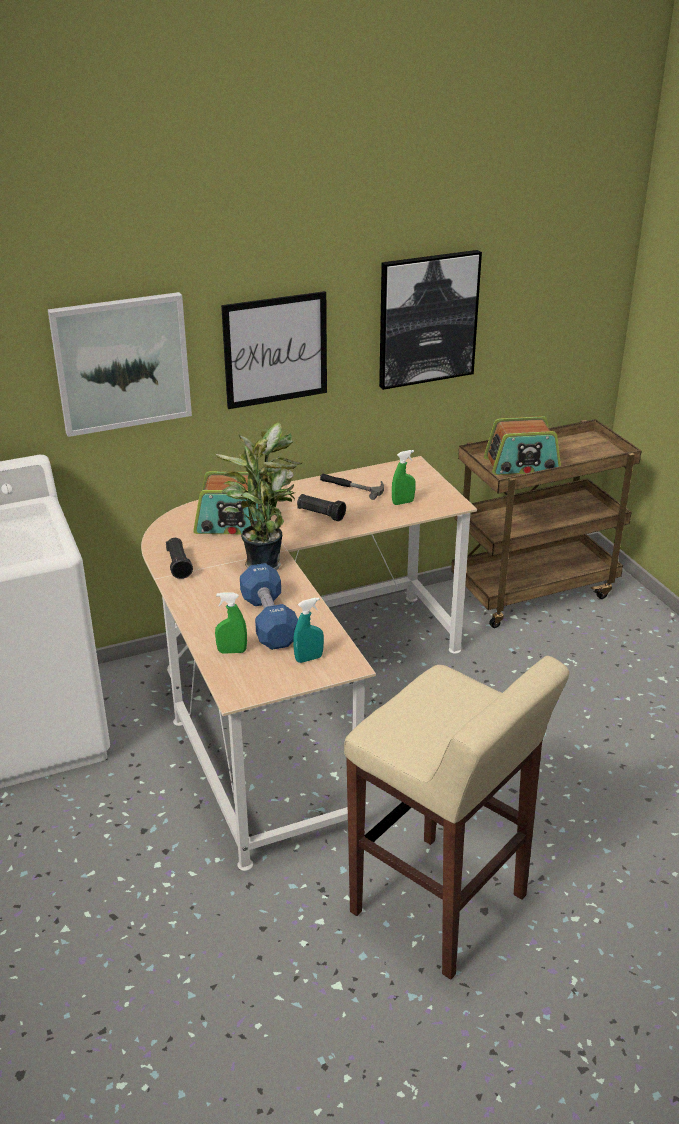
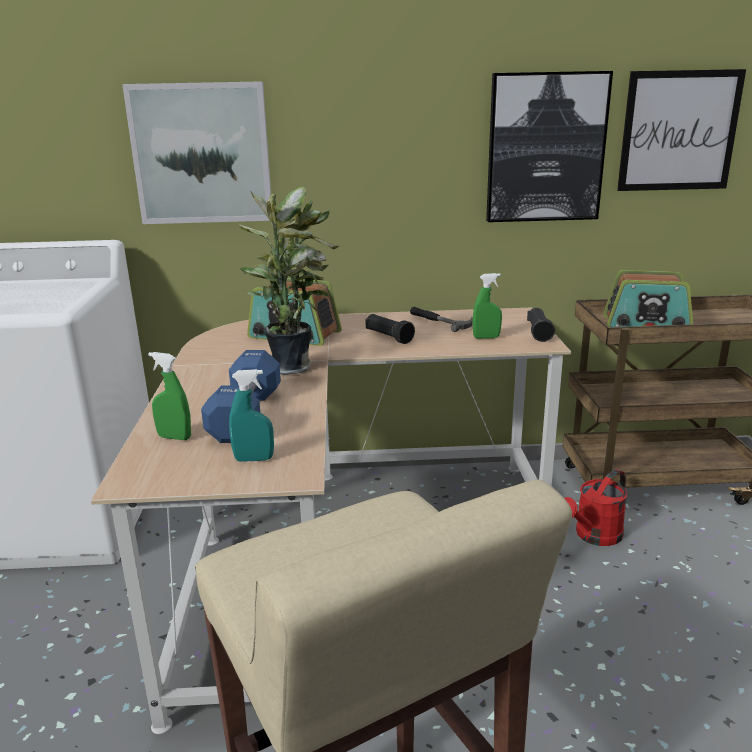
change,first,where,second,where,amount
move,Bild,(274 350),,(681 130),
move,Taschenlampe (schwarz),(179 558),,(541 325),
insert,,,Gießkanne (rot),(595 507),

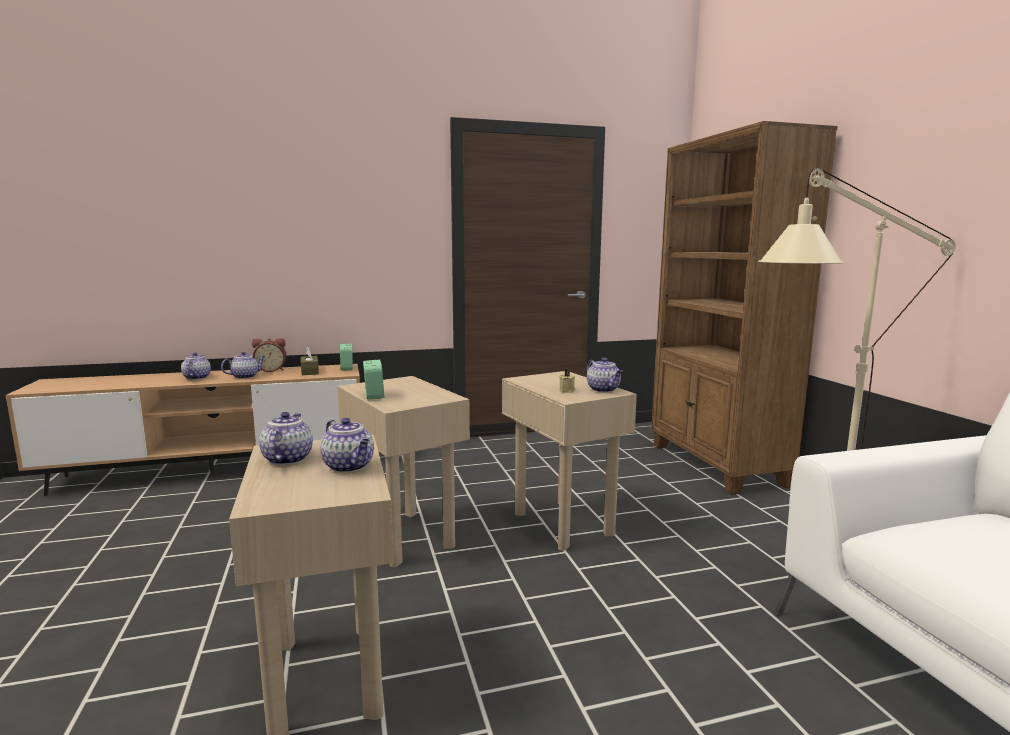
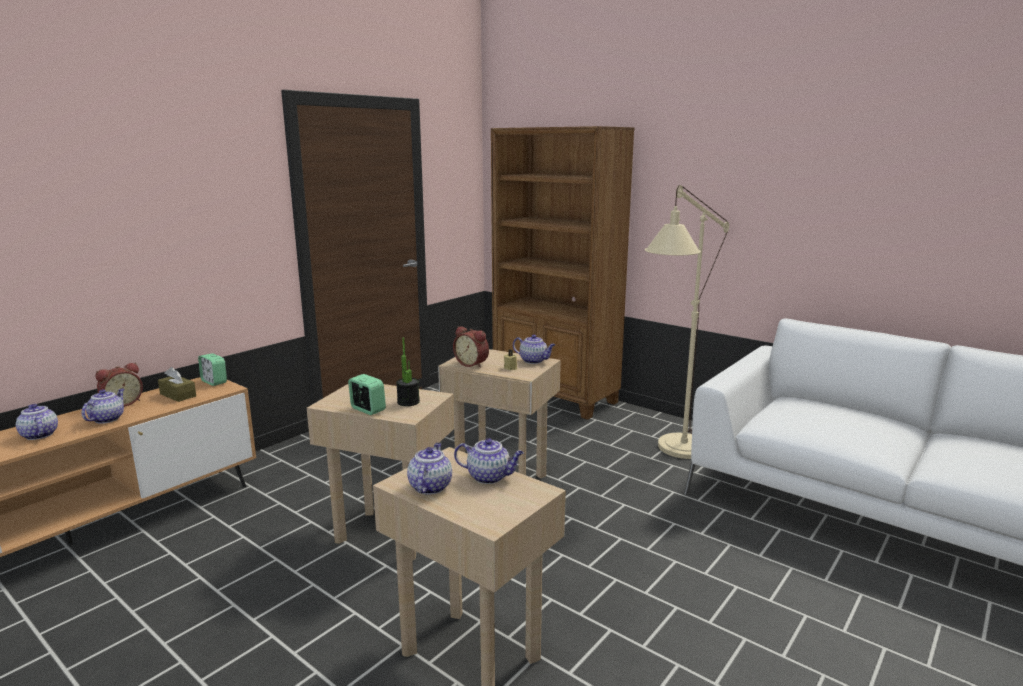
change,first,where,second,where,amount
rotate,Teekanne,(286 438),,(429 468),45 degrees clockwise
insert,,,Wecker,(471 347),
insert,,,Topfpflanze,(408 371),

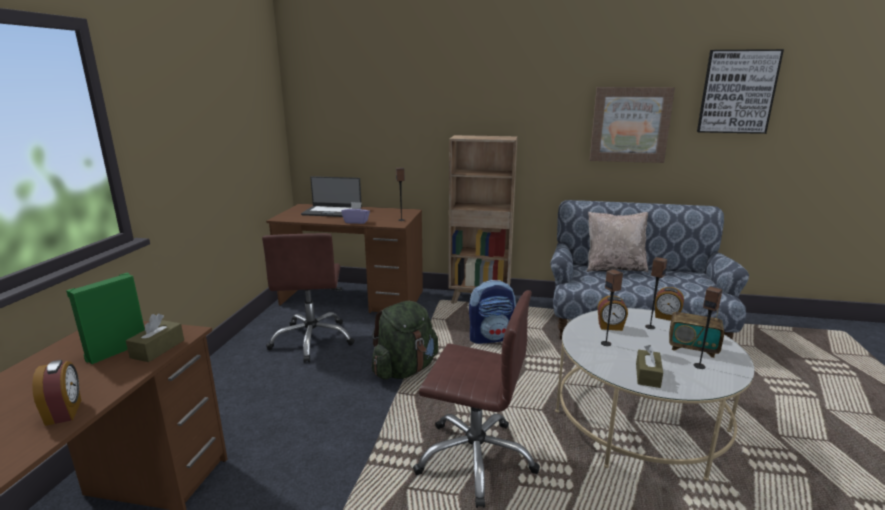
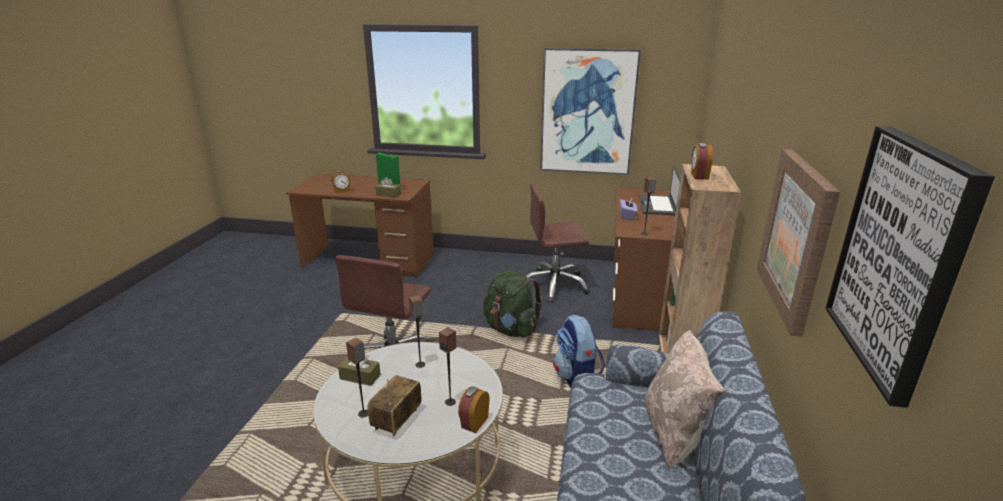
change,first,where,second,where,amount
move,Wecker,(612 313),,(702 161),
insert,,,Bild,(590 111),

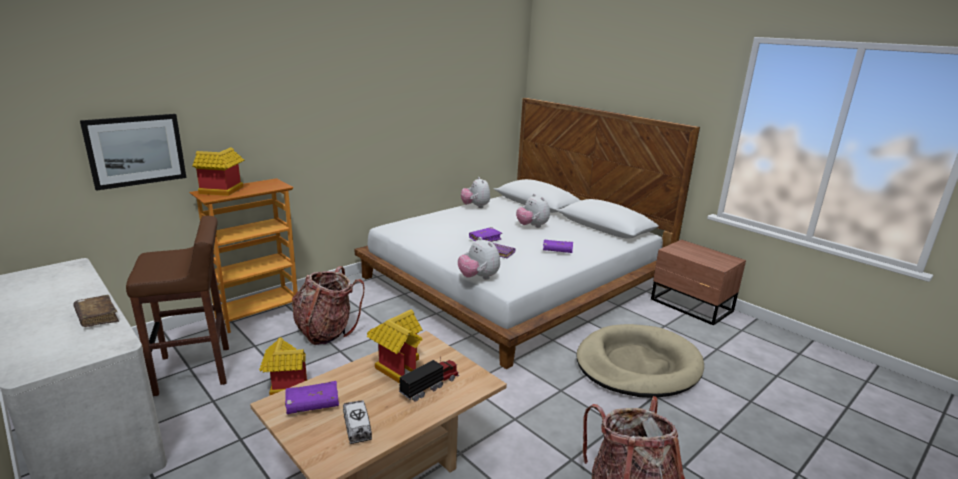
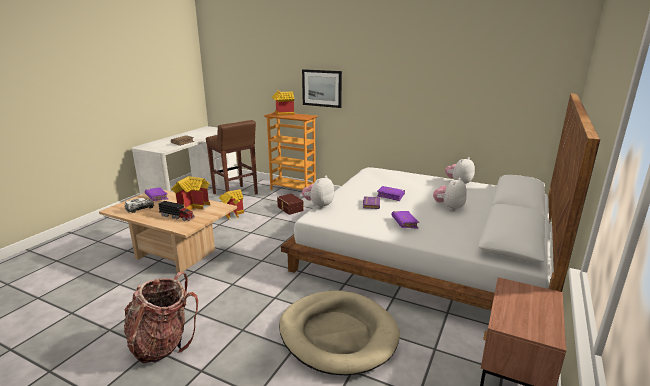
change,first,where,second,where,amount
move,Bild,(133 152),,(322 88),
replace,Rucksack,(328 305),Aufbewahrungsbox (braun),(290 204),

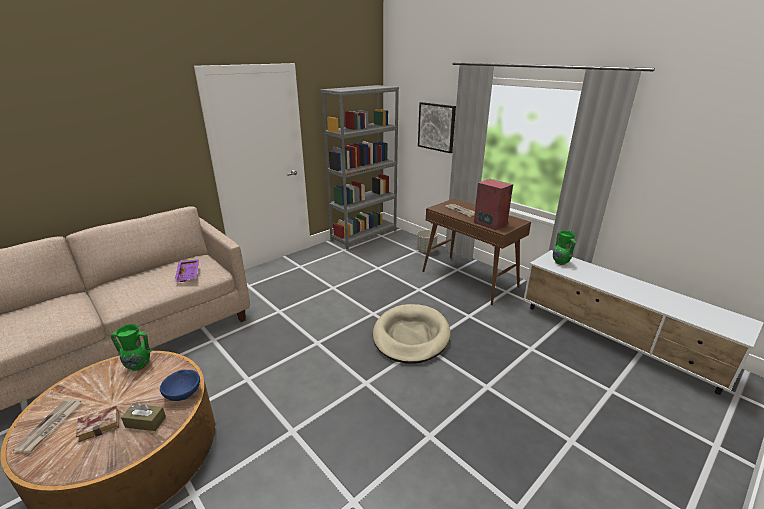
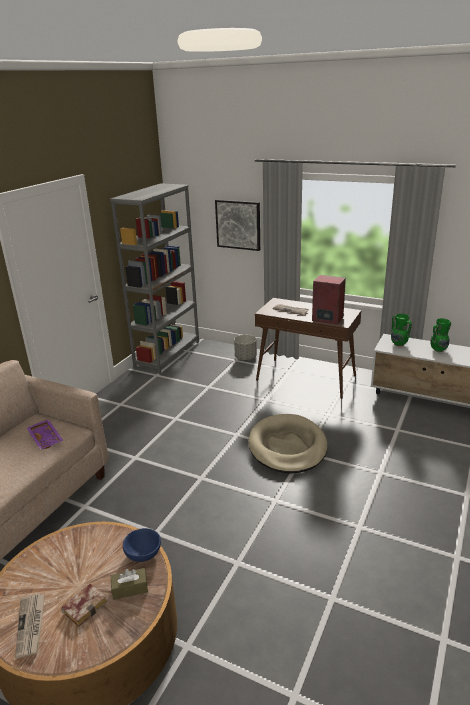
change,first,where,second,where,amount
move,Vase (grün),(131 347),,(440 335),

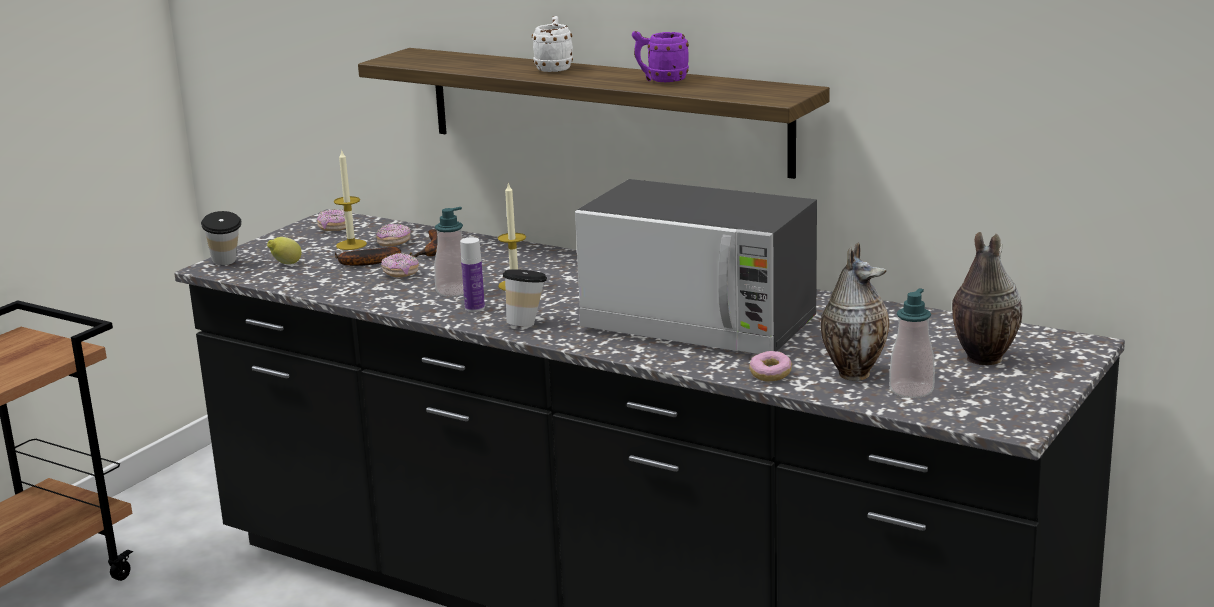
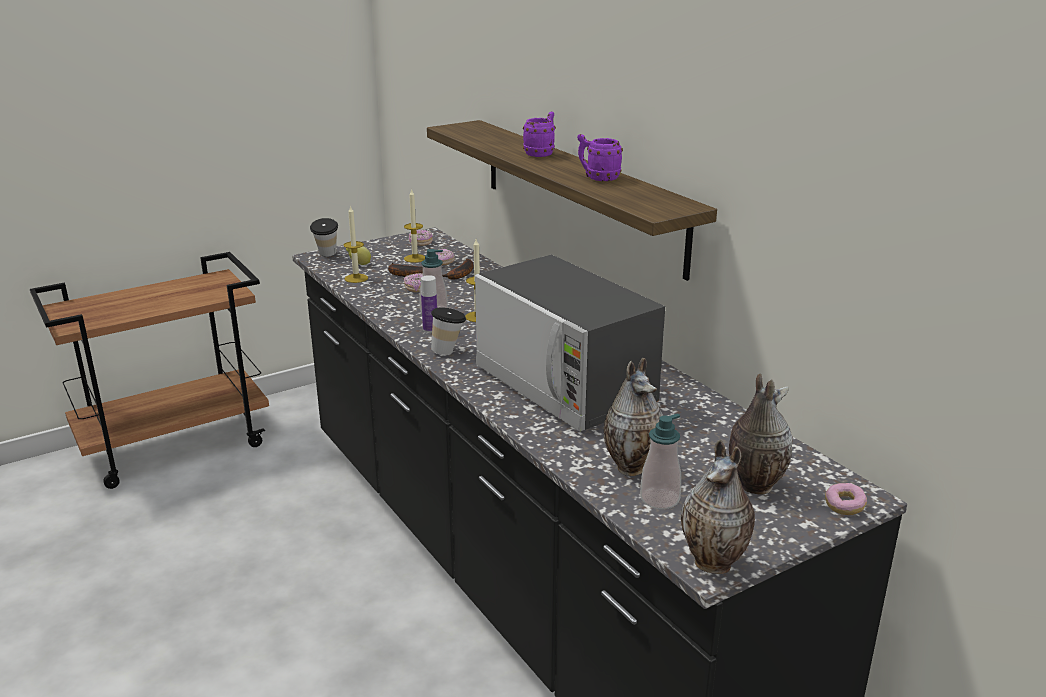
change,first,where,second,where,amount
recolor,Henkelbecher (weiß),(552 44),Henkelbecher (lila),(539 134),
move,Donut,(770 366),,(846 499),
insert,,,Kerze,(355 244),
insert,,,Vase,(718 507),

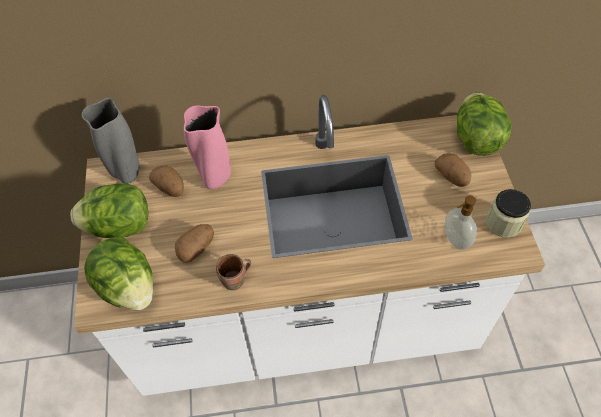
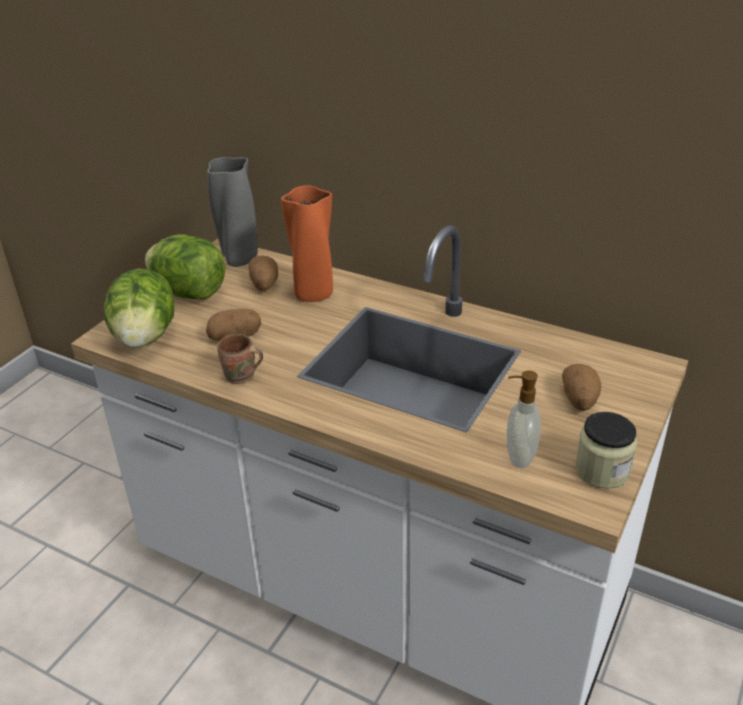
change,first,where,second,where,amount
delete,Salatkopf,(484 124),,,
recolor,Vase (rosa),(207 147),Vase (orange),(307 243),

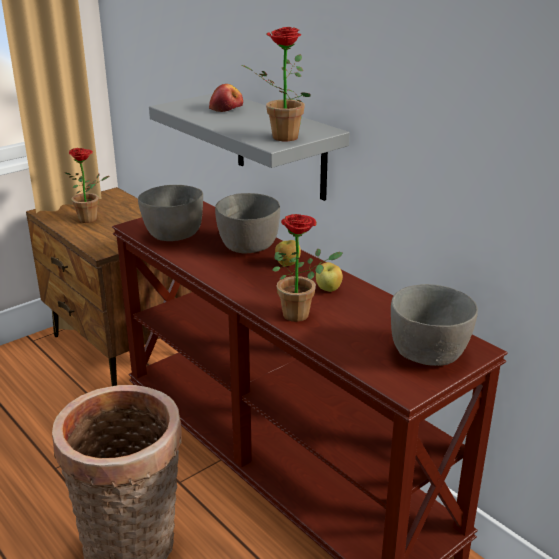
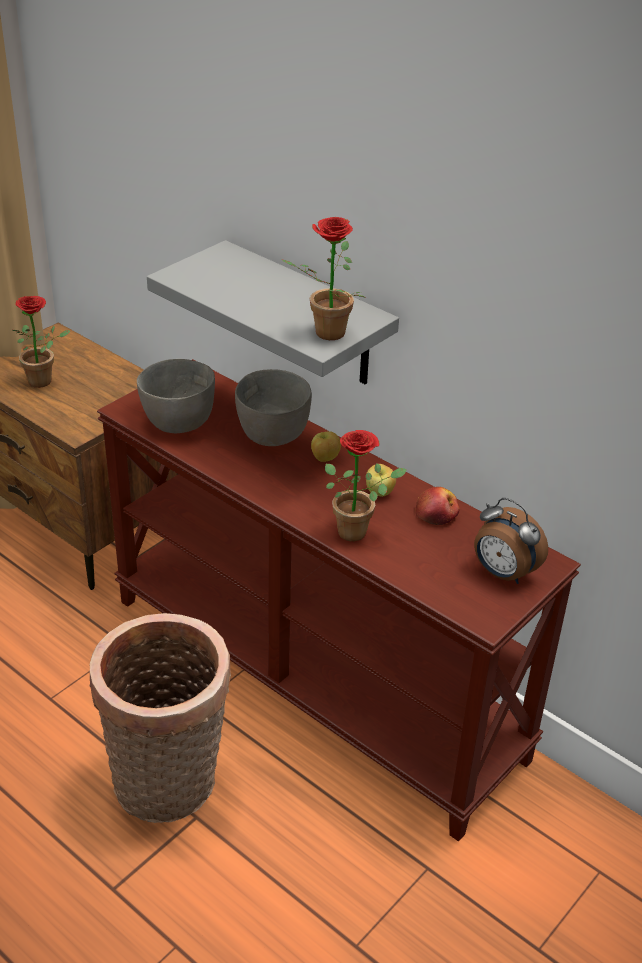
change,first,where,second,where,amount
move,Apfel,(226 98),,(437 506),
replace,Schüssel (grau),(434 325),Wecker,(511 541),

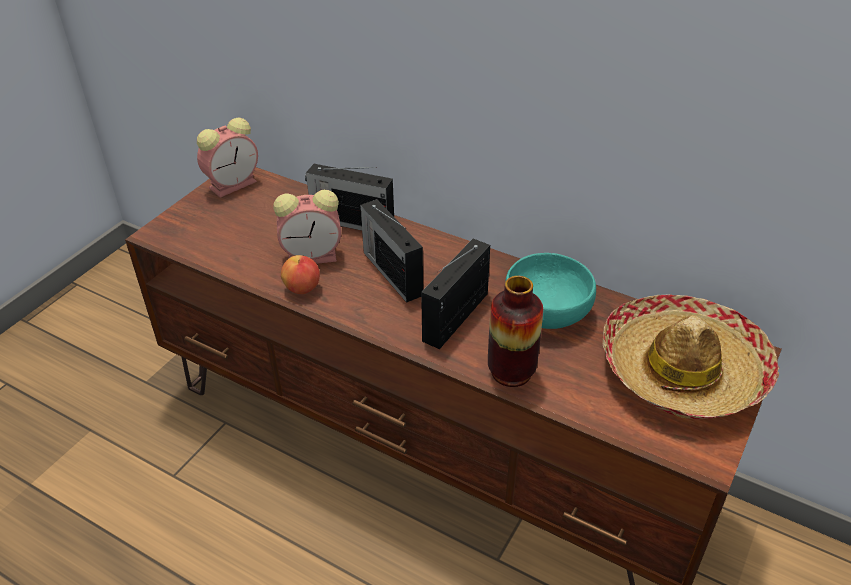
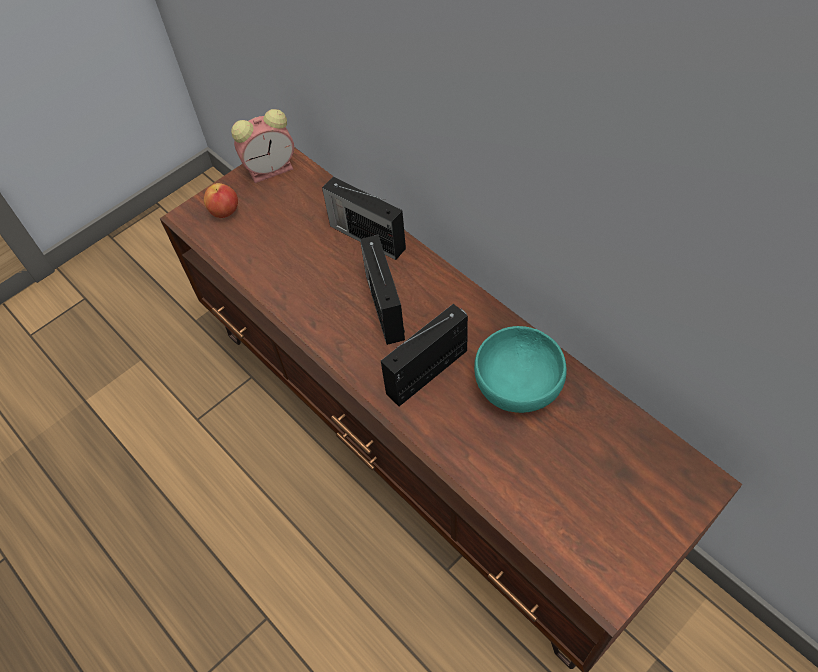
change,first,where,second,where,amount
delete,Wecker,(307 227),,,
move,Apfel,(300 274),,(221 200),
delete,Vase,(515 331),,,
delete,Hut,(691 356),,,

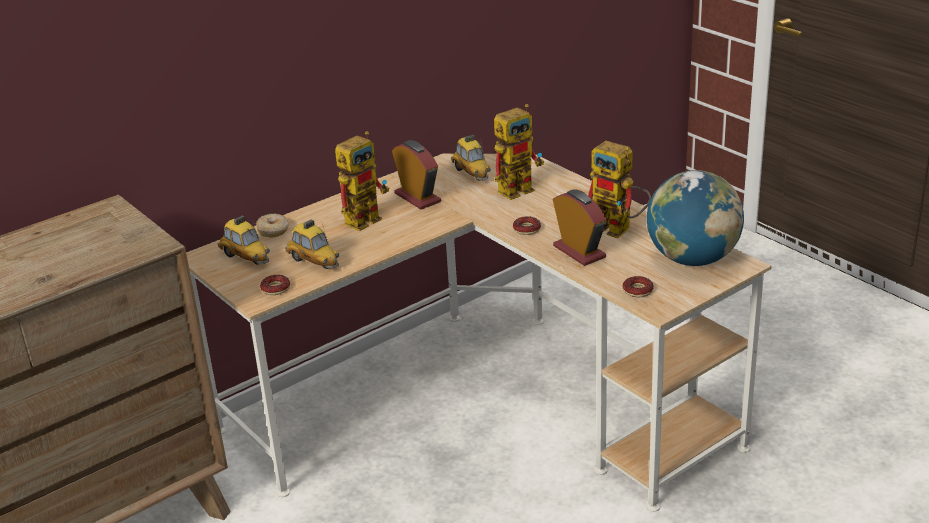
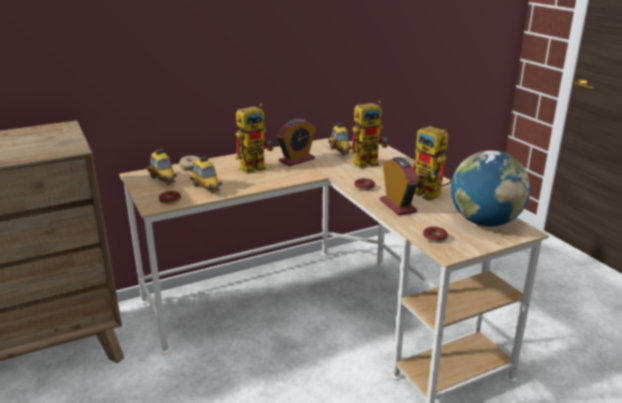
change,first,where,second,where,amount
rotate,Wecker,(416 175),,(296 142),75 degrees clockwise

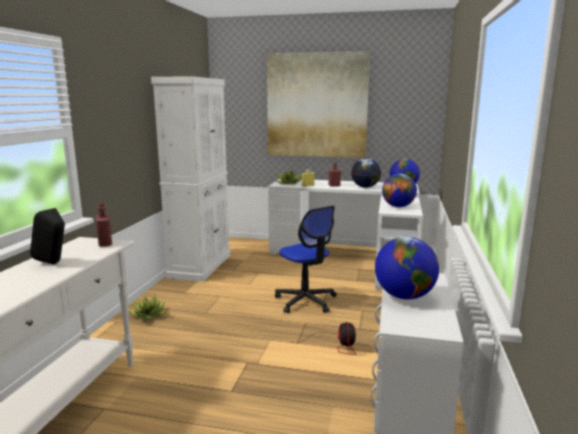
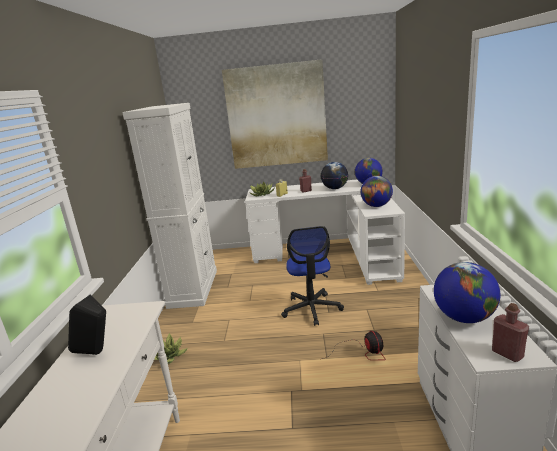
change,first,where,second,where,amount
move,Flasche (rot),(104 225),,(510 332),
rotate,Bürostuhl,(306 259),,(312 276),45 degrees clockwise

